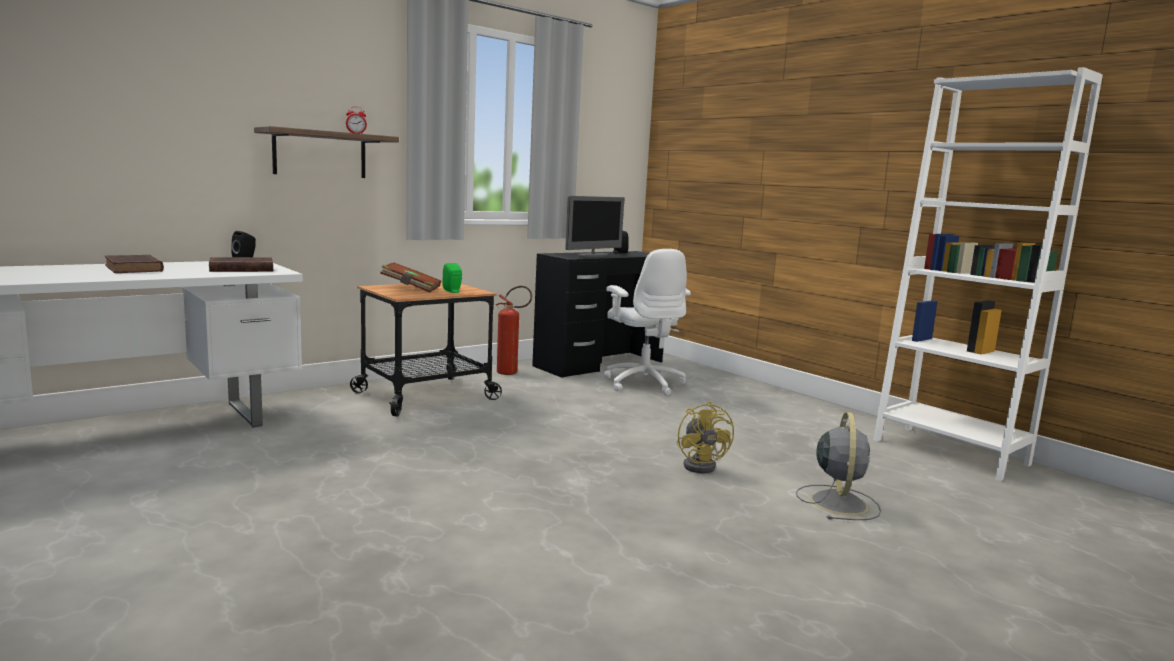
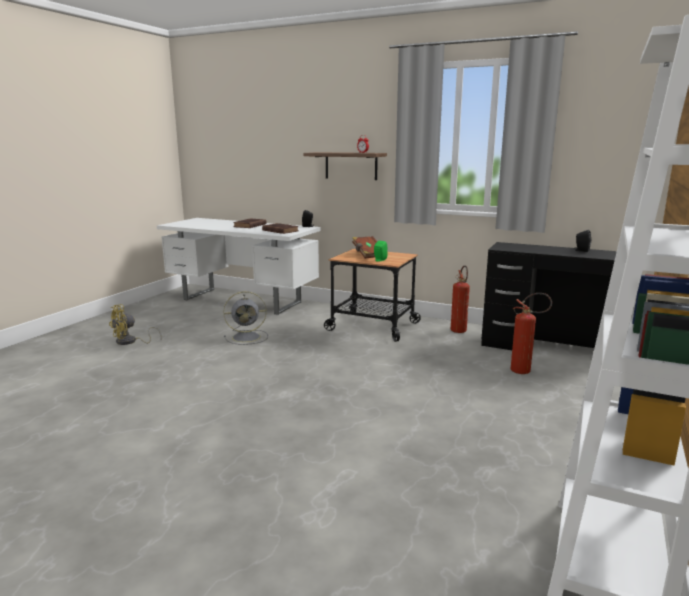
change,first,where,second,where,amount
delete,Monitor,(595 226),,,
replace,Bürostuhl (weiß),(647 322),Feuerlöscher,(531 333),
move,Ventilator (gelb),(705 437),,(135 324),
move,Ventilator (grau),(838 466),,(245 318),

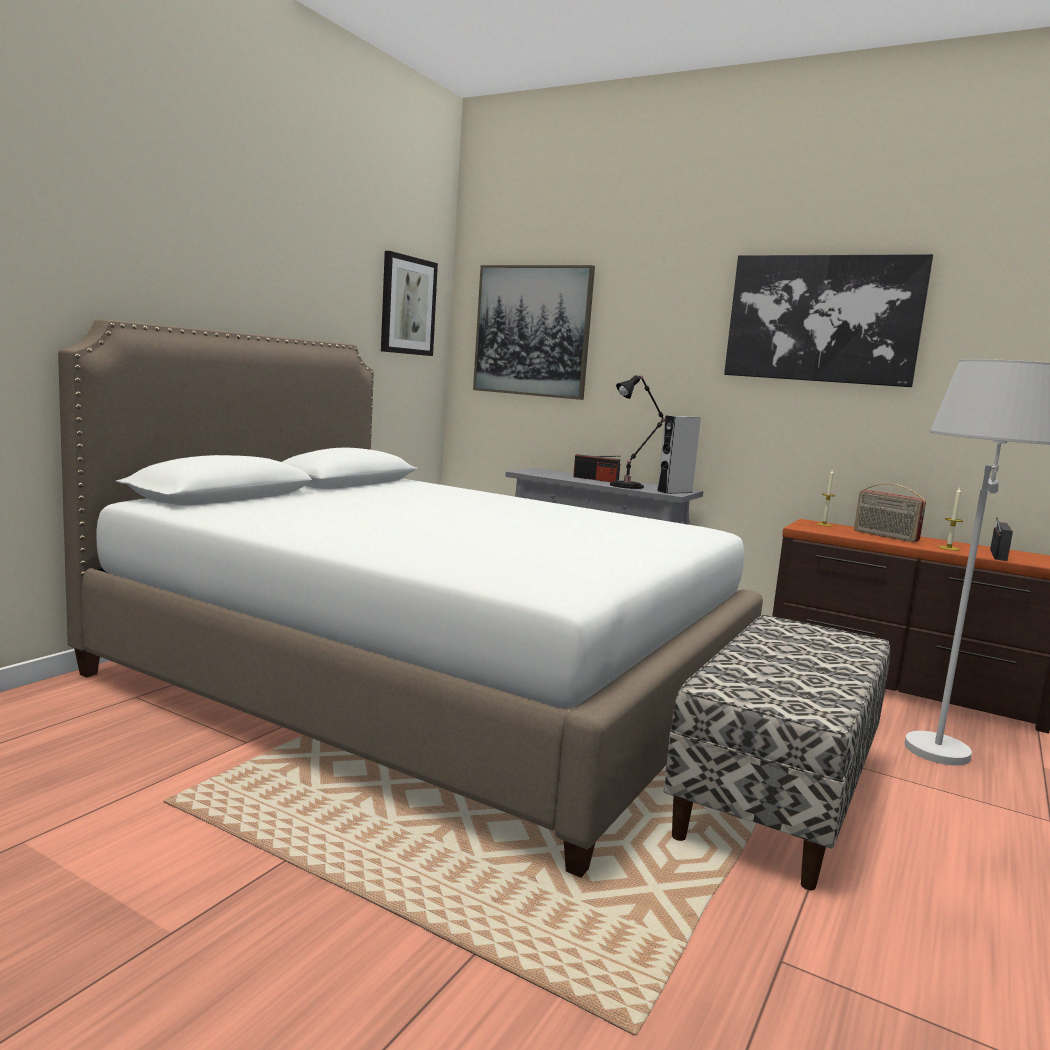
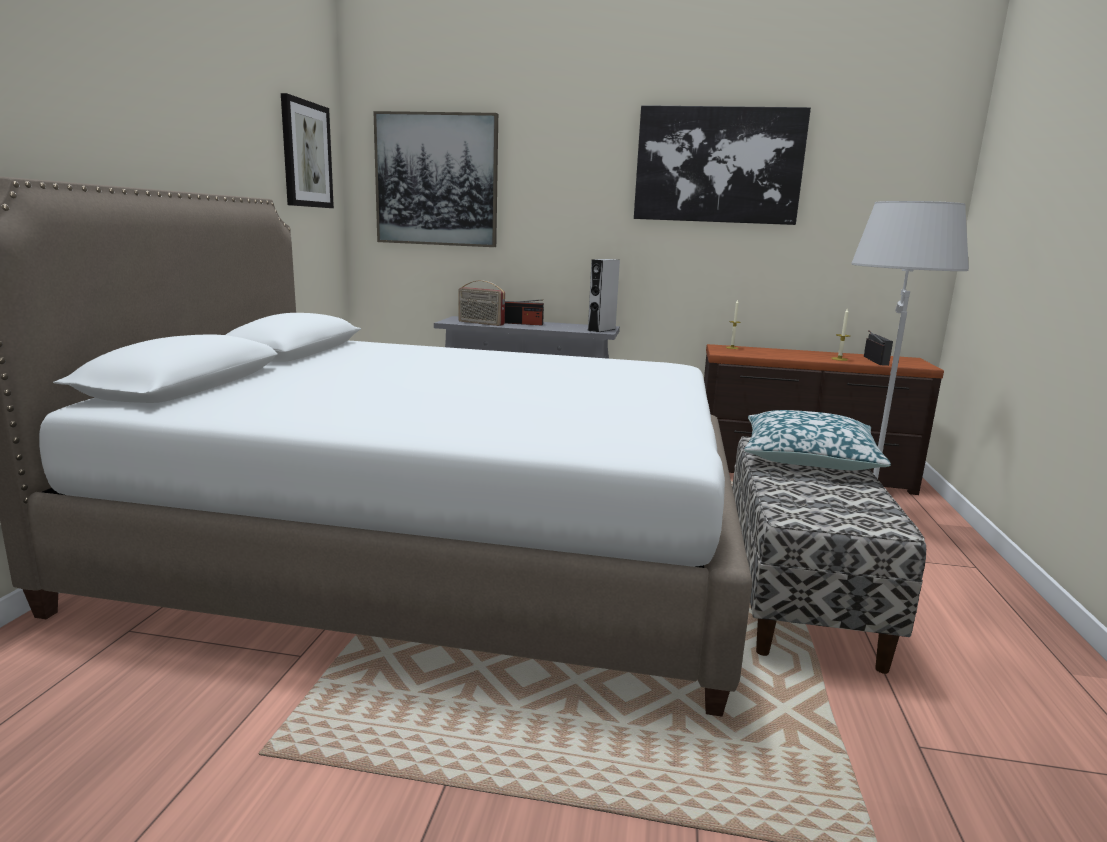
change,first,where,second,where,amount
delete,Tischlampe (schwarz),(637 432),,,
move,Radio,(890 513),,(481 303),
insert,,,Kissen,(817 440),

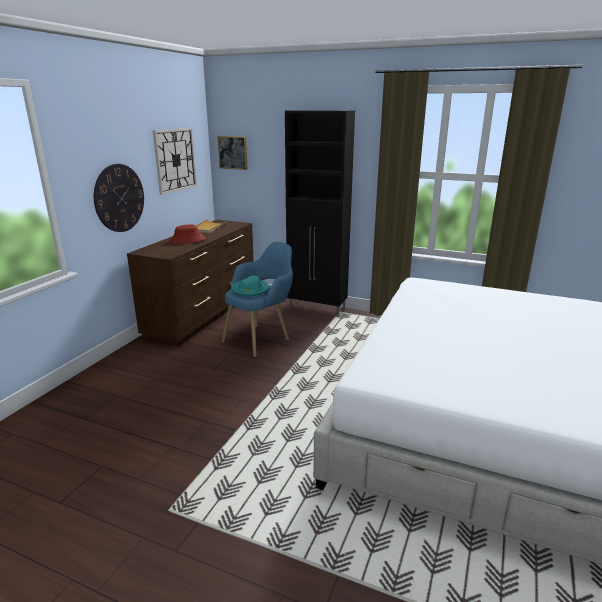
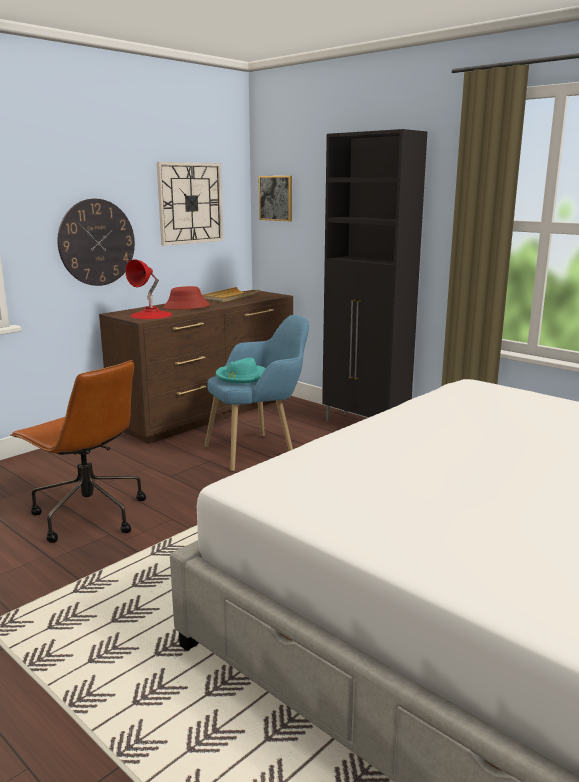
change,first,where,second,where,amount
insert,,,Tischlampe (rot),(149 289),
insert,,,Bürostuhl (braun),(78 451),

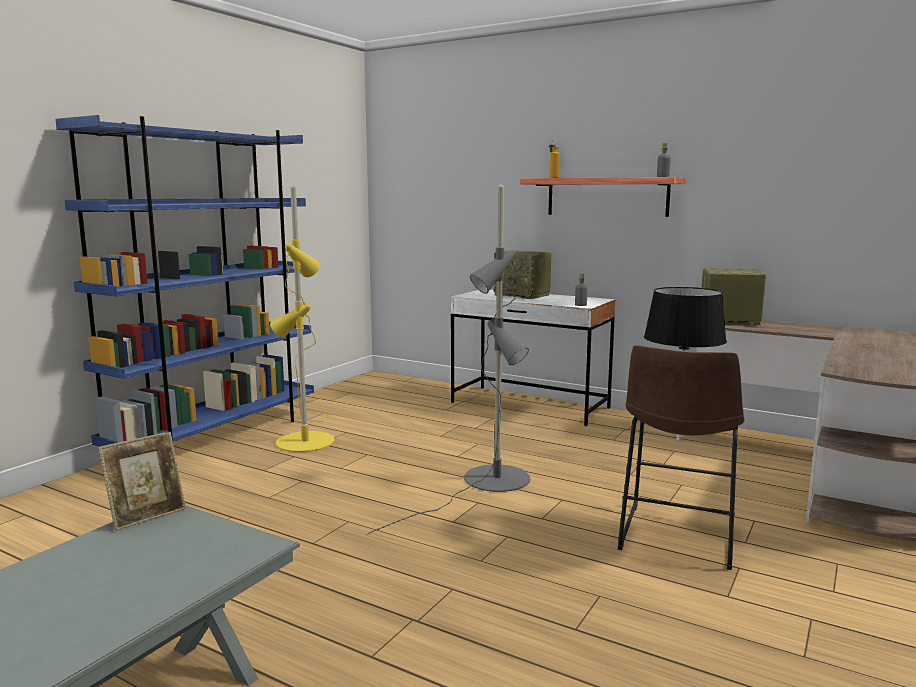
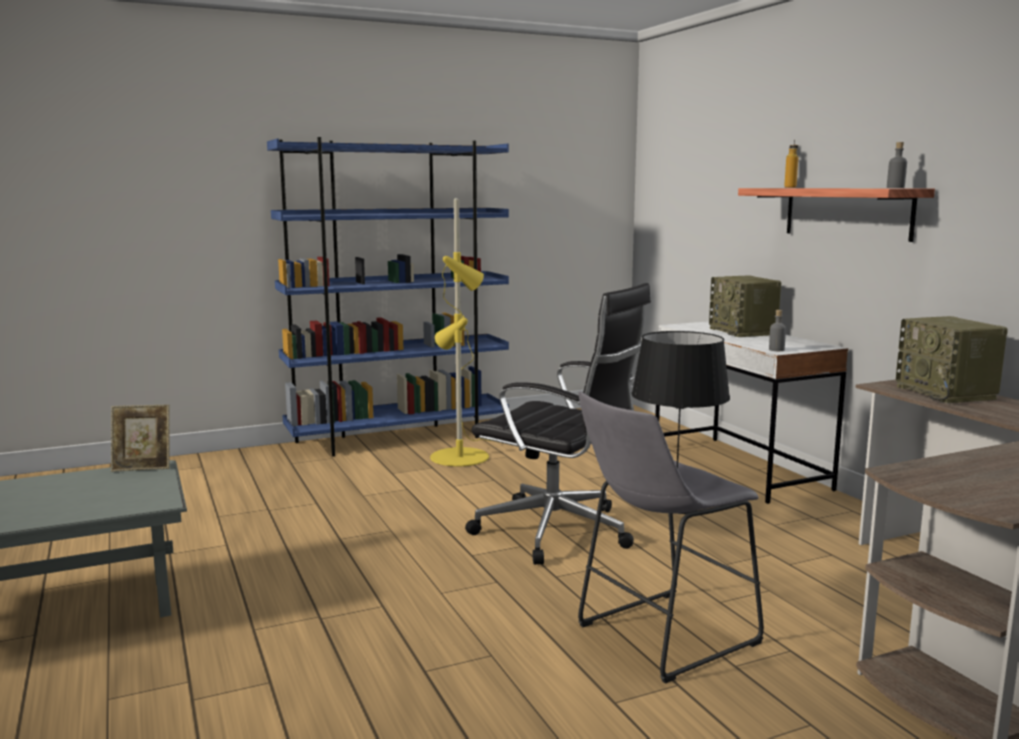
change,first,where,second,where,amount
replace,Stehlampe (grau),(448 360),Bürostuhl (schwarz),(558 424),
rotate,Radio,(734 296),,(952 359),150 degrees counterclockwise
recolor,Hocker (braun),(681 457),Hocker (grau),(671 537),

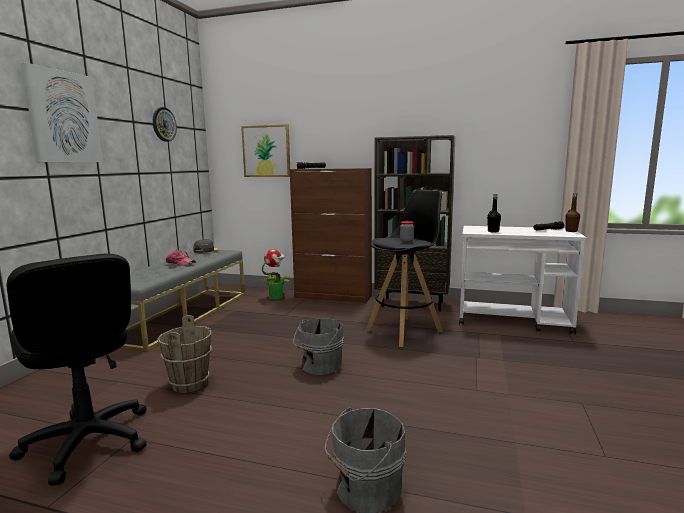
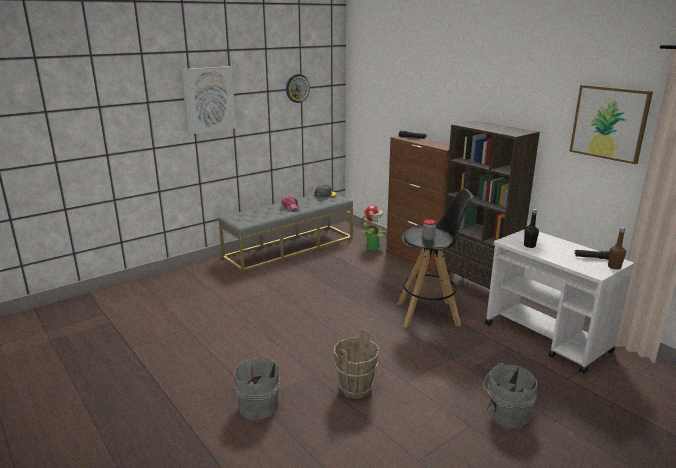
change,first,where,second,where,amount
move,Bild,(265 150),,(611 124),
delete,Bürostuhl (schwarz),(77 369),,,
move,Eimer (braun),(184 354),,(356 364),
move,Eimer (grau),(318 346),,(510 395),

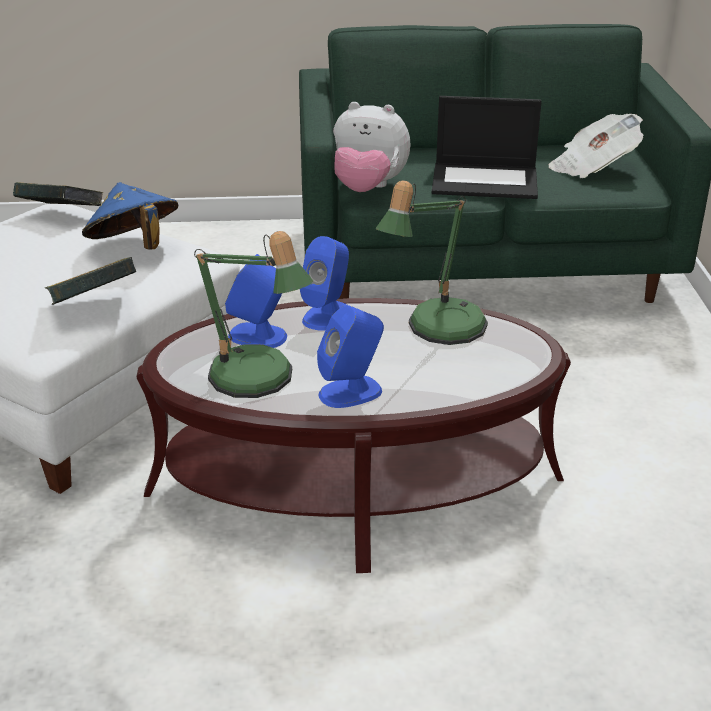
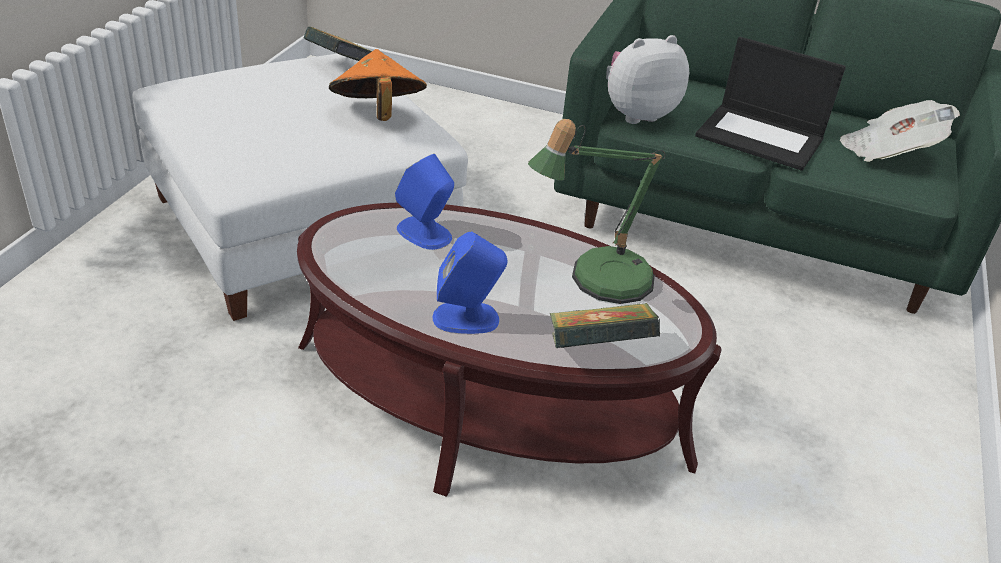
change,first,where,second,where,amount
rotate,Plüschtier,(371 147),,(647 79),120 degrees clockwise
recolor,Hut (blau),(130 216),Hut (orange),(378 85),
delete,Tischlampe,(253 314),,,
delete,Lautsprecher (blau),(324 283),,,
move,Buch,(90 281),,(605 325),

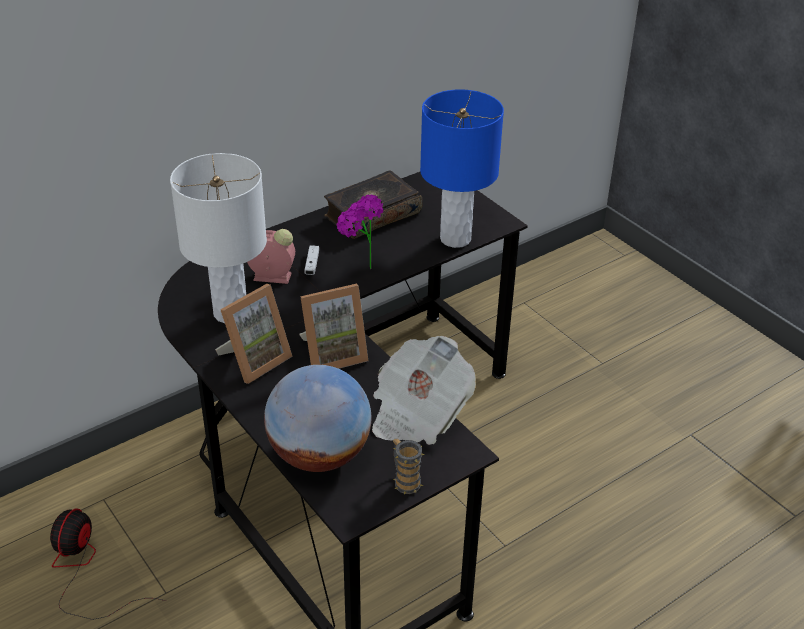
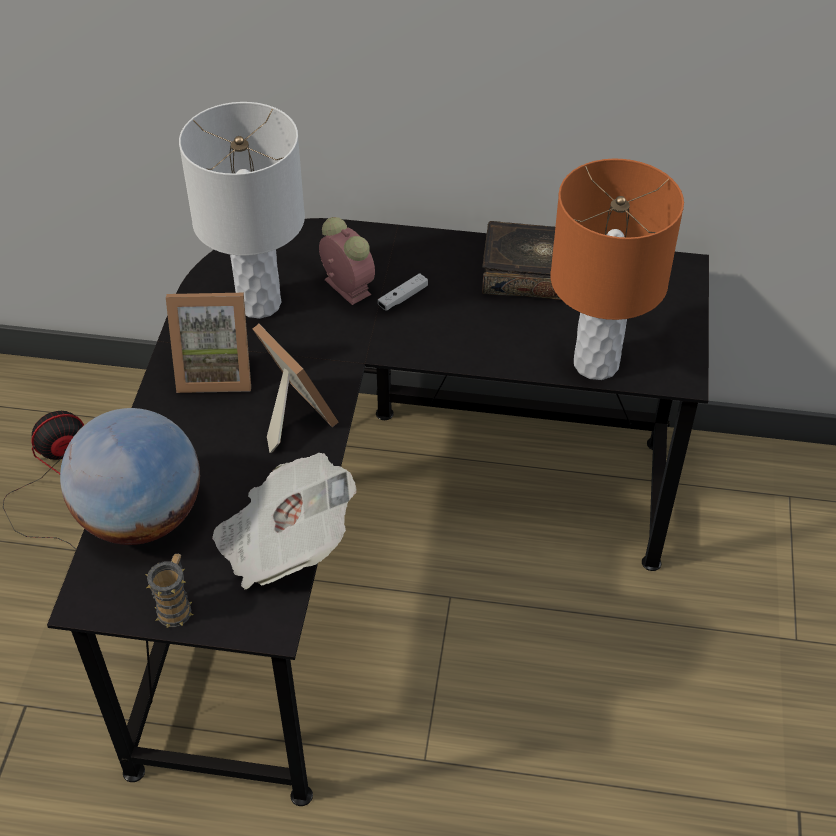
change,first,where,second,where,amount
recolor,Tischlampe (blau),(462 168),Tischlampe (orange),(617 269),
delete,Topfpflanze,(359 231),,,
rotate,Bilderrahmen,(333 326),,(295 388),150 degrees counterclockwise

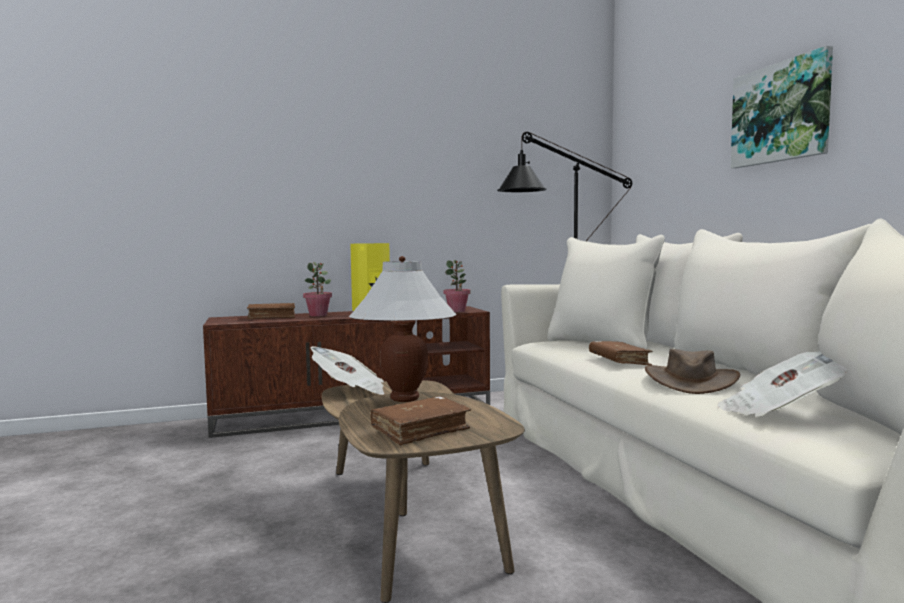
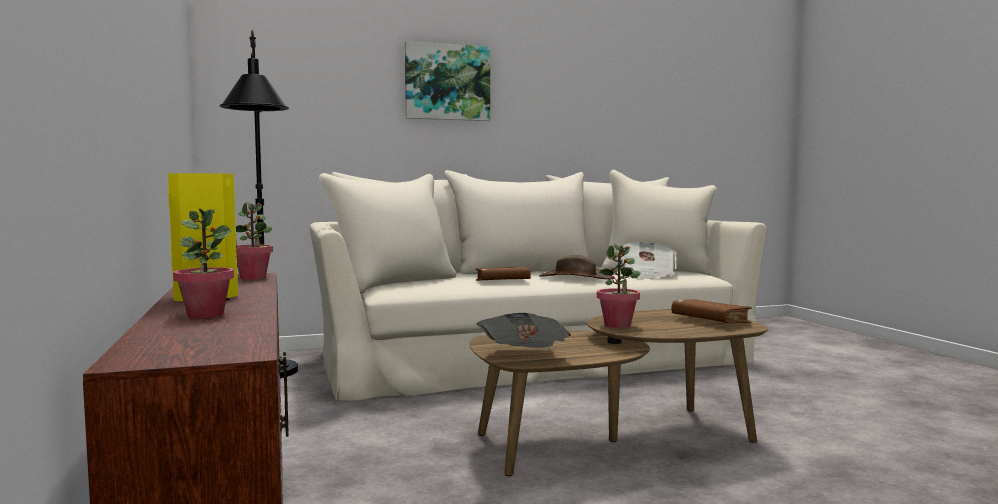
change,first,where,second,where,amount
replace,Tischlampe (weiß),(403 329),Topfpflanze,(619 286),
delete,Buch (braun),(271 311),,,

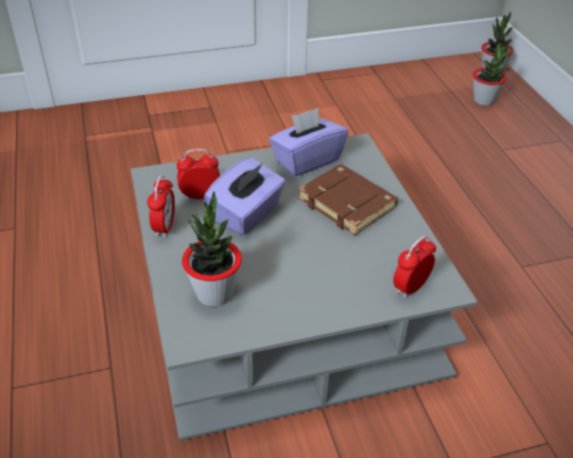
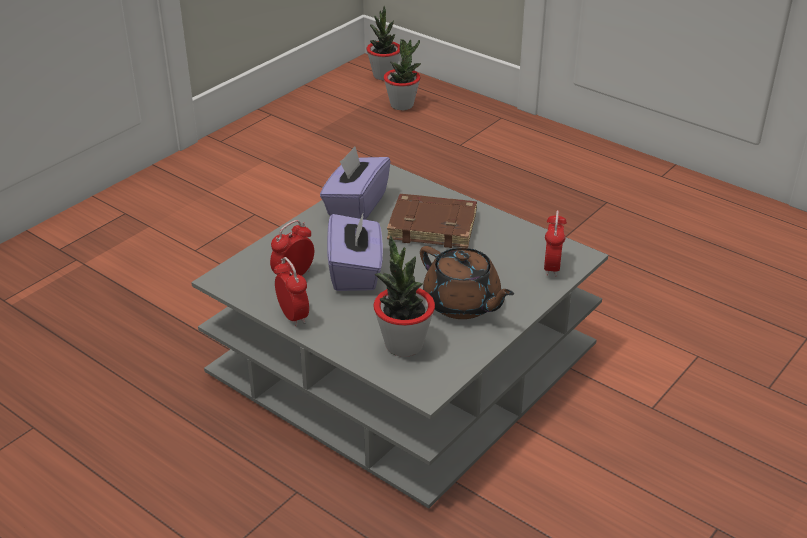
change,first,where,second,where,amount
insert,,,Teekanne (braun),(467 282),

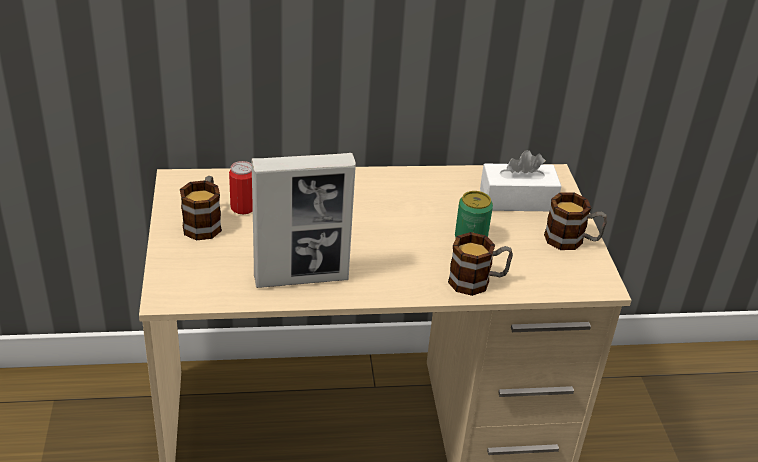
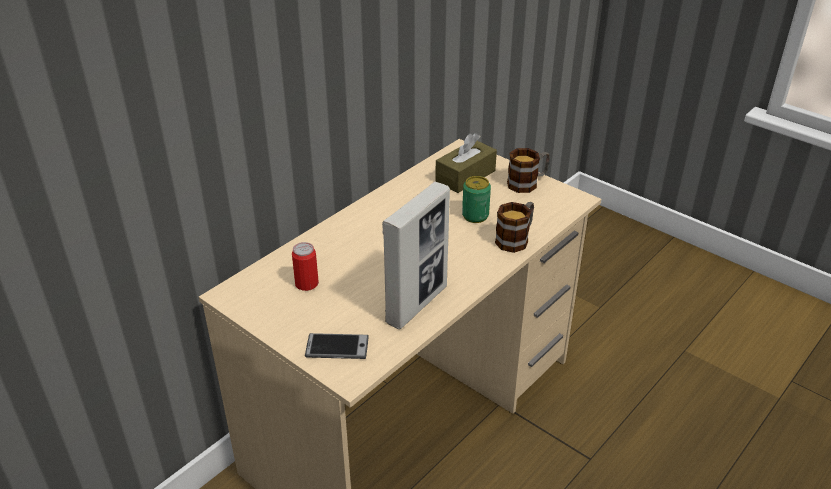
change,first,where,second,where,amount
recolor,Taschentuchbox (weiß),(520 180),Taschentuchbox (braun),(466 163),
delete,Henkelbecher,(201 208),,,
insert,,,Handy,(337 346),

